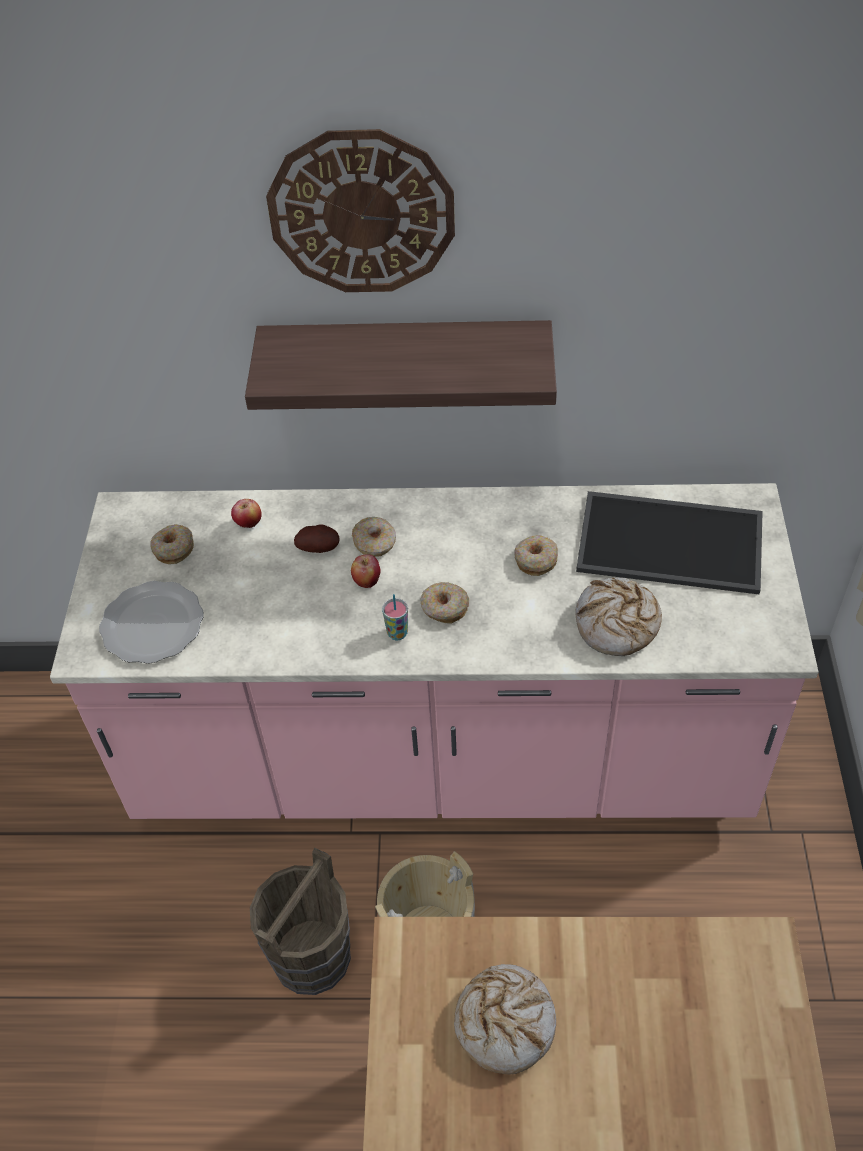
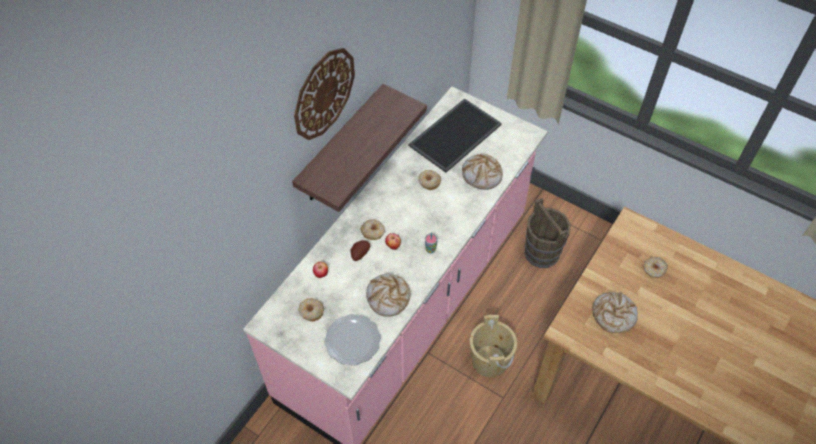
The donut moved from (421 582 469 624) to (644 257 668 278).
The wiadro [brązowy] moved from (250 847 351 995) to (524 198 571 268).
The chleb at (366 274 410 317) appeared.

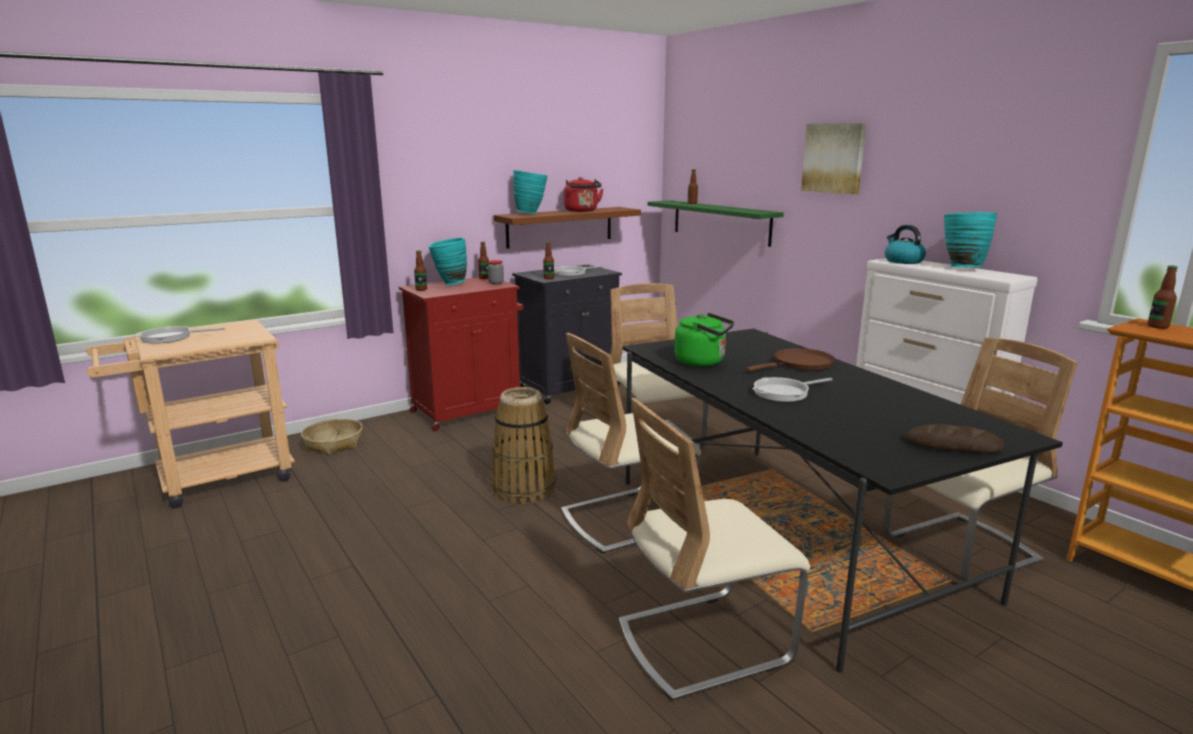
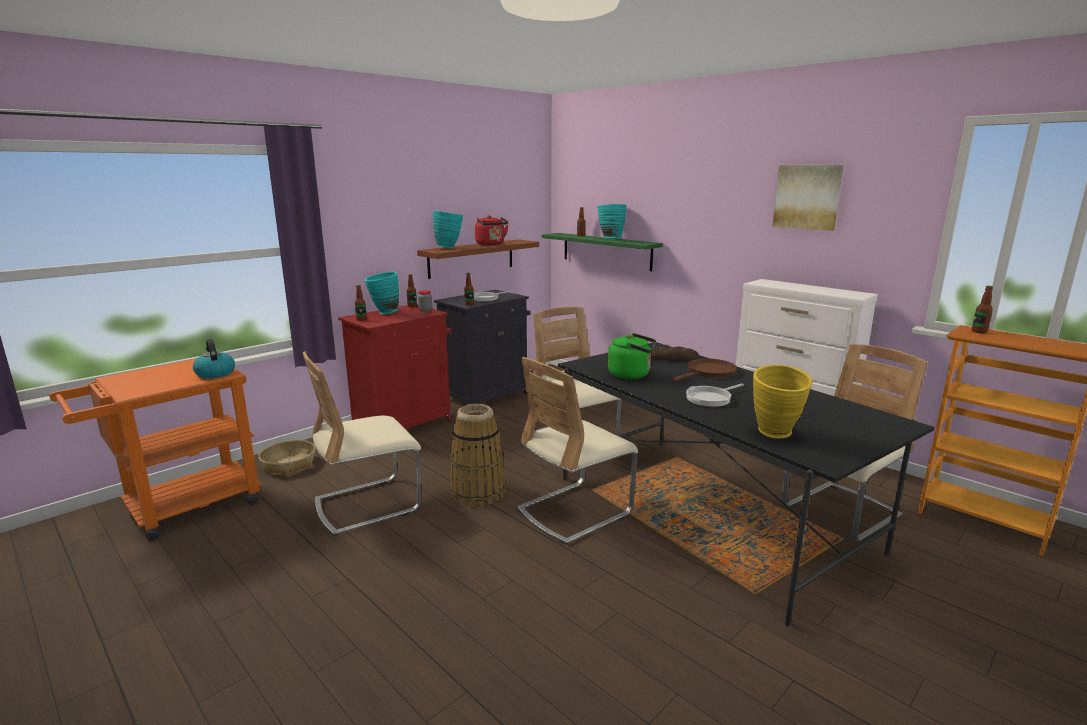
The obraz moved from (801 123 866 195) to (772 165 844 231).
The wazon [turkusowy] moved from (944 212 997 267) to (598 204 627 239).
The czajnik moved from (885 225 926 264) to (193 339 235 379).
The wózek [beżowy] at (86 320 295 508) became the wózek [pomarańczowy] at (49 359 262 541).
The patelnia at (135 326 225 344) disappeared.
The krzesło [beżowy] moved from (619 398 810 701) to (303 351 421 536).
The chleb moved from (906 424 1004 453) to (651 346 699 360).
The wazon [żółty] at (753 365 812 438) appeared.

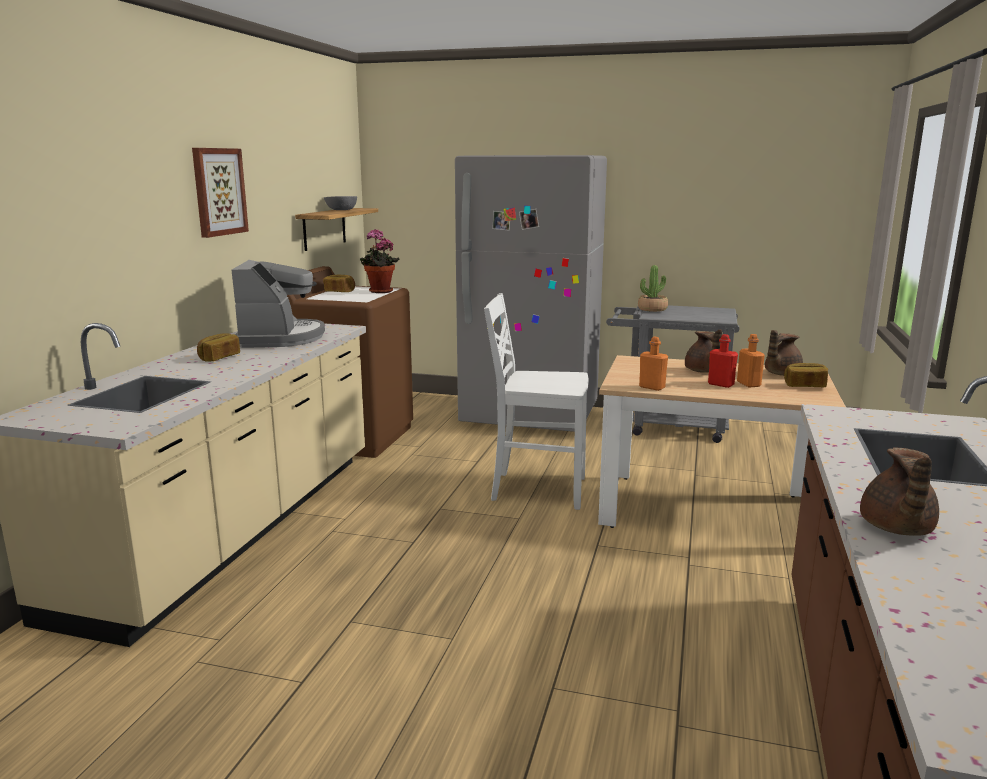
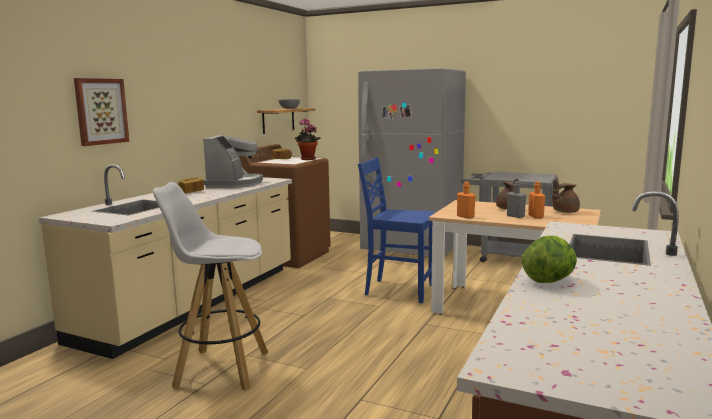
The obraz moved from (192 148 249 238) to (74 78 129 146).
The roślina doniczkowa at (638 265 668 312) disappeared.
The krzesło [biały] at (484 293 589 510) became the krzesło [niebieski] at (358 157 435 303).
The butelka [czerwony] at (708 334 738 388) became the butelka [szary] at (507 181 526 218).
The chleb at (784 363 828 387) disappeared.
The imbryk [brązowy] at (860 448 939 536) was replaced by the sałata at (522 236 577 283).
The stołek [biały] at (153 182 268 390) appeared.

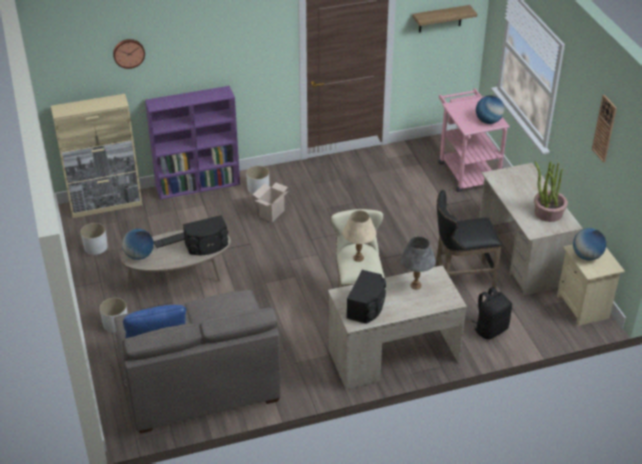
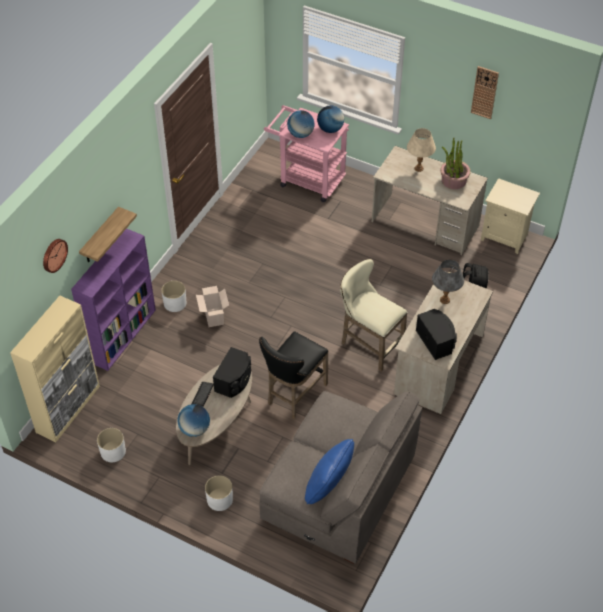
The półka moved from (412 5 477 33) to (79 207 137 263).
The stołek [czarny] moved from (435 190 502 288) to (259 331 329 419).
The lampa stołowa [beżowy] moved from (343 211 376 262) to (407 128 436 172).
The globus moved from (573 228 606 261) to (287 110 315 138).

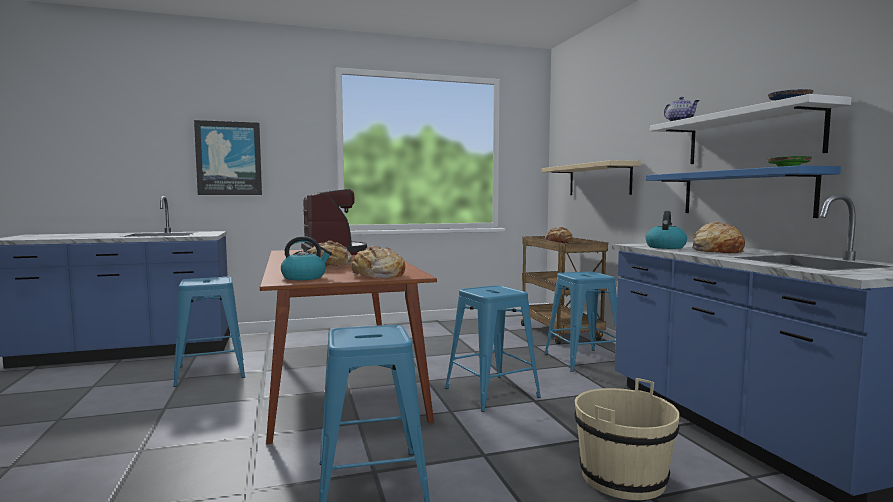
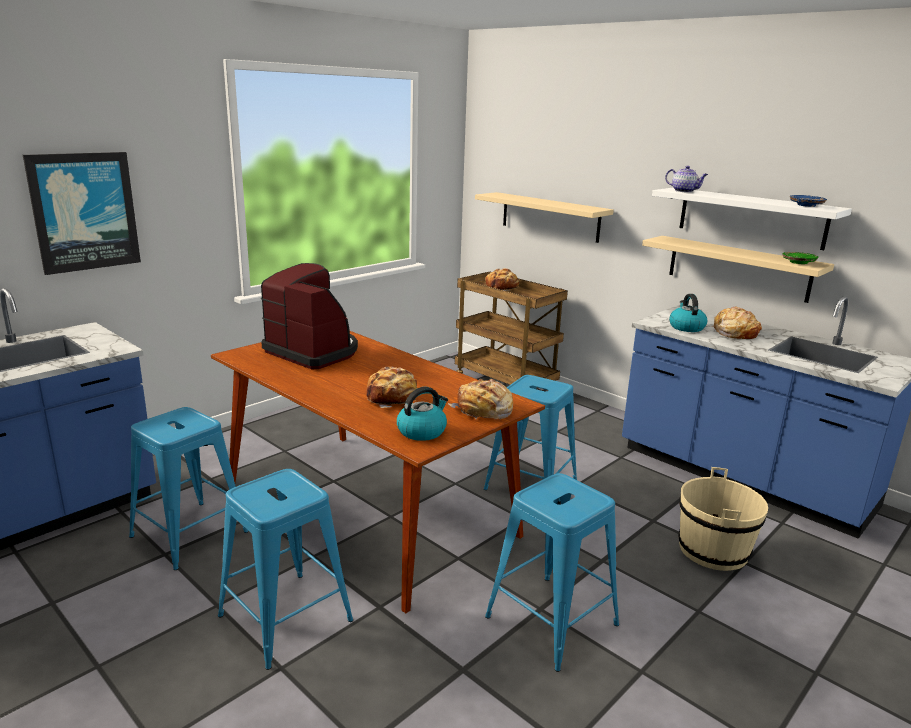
The półka [niebieski] at (645 165 841 218) became the półka [beżowy] at (642 236 834 303).
The stołek [niebieski] moved from (545 272 617 372) to (218 469 353 670).

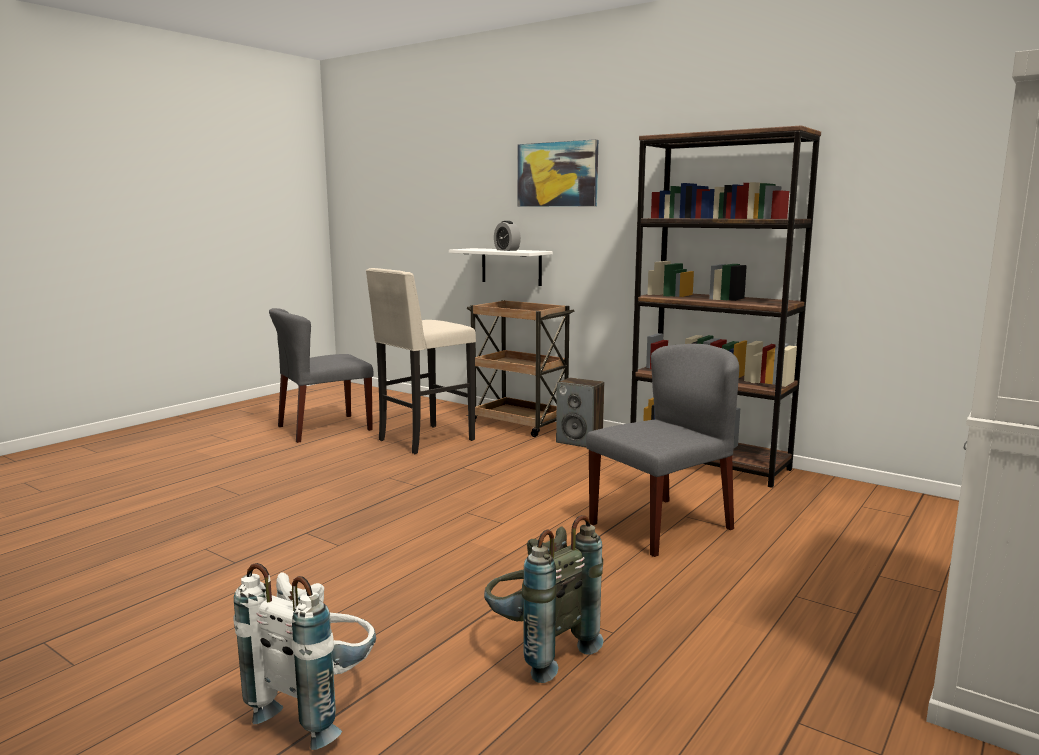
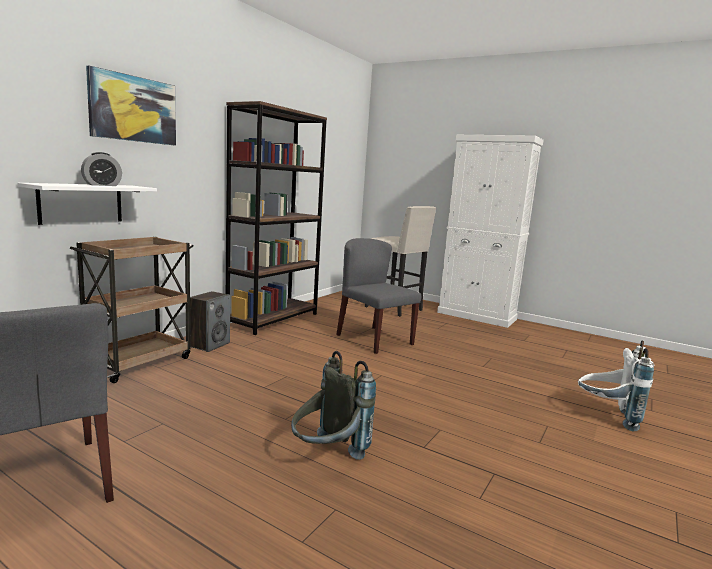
The stołek [beżowy] moved from (366 268 476 454) to (365 206 436 317).
The plecak [szary] moved from (484 515 604 683) to (291 351 376 460).

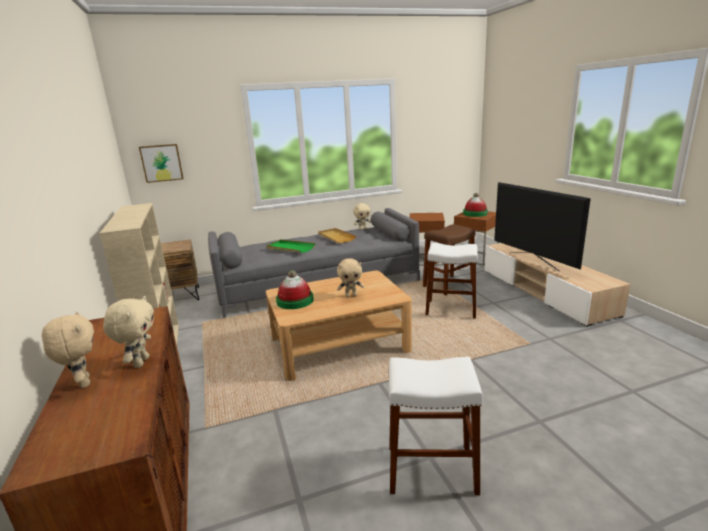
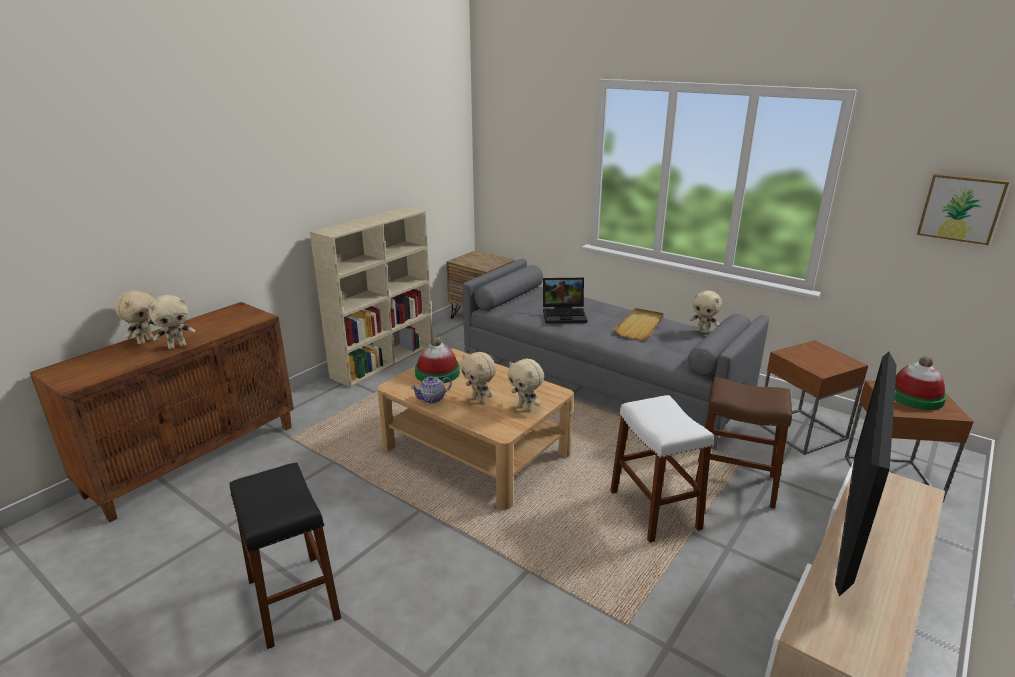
The obraz moved from (139 144 184 183) to (917 173 1009 245).
The taca [zielony] at (267 239 316 253) was replaced by the laptop at (543 278 587 323).
The stołek [biały] at (389 357 483 495) became the stołek [czarny] at (230 462 341 649).
The pluszak [beżowy] at (507 359 544 411) appeared.
The imbryk at (411 376 452 404) appeared.

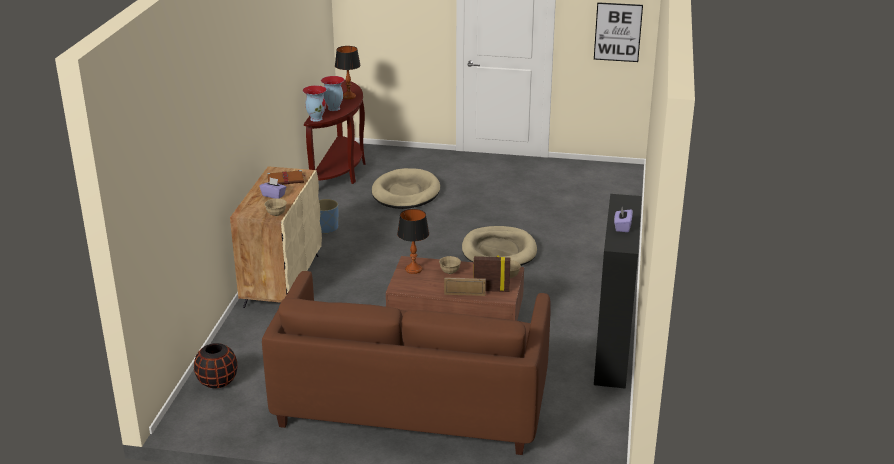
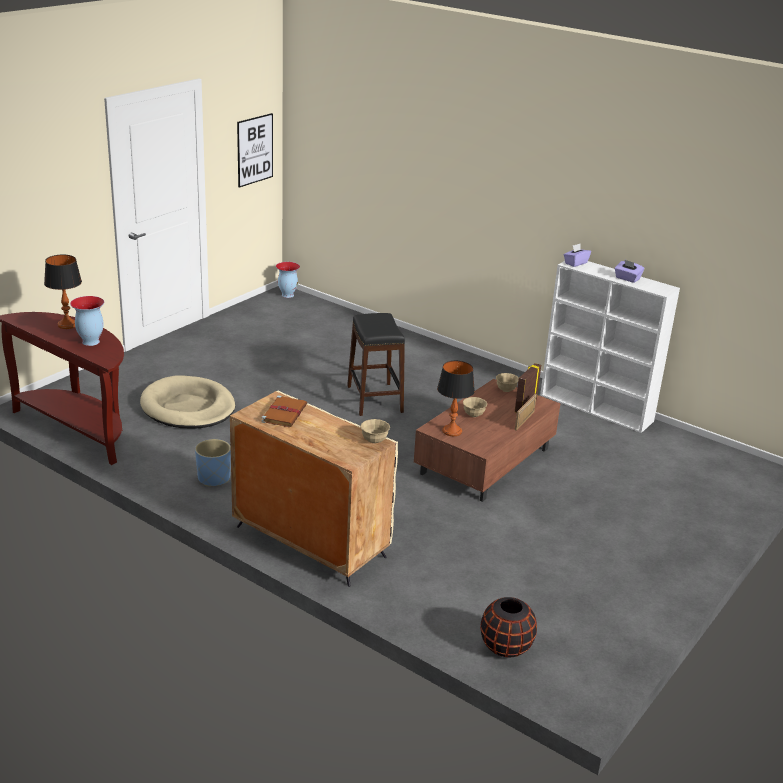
The wazon moved from (303 85 327 122) to (276 262 300 298).
The pudełko chusteczek [fioletowy] moved from (259 178 286 199) to (564 244 591 267).
The regał [czarny] at (594 194 642 389) became the regał [biały] at (540 261 680 433).
The legowisko [beżowy] at (462 226 537 266) was replaced by the stołek [czarny] at (347 313 405 416).
The kanapa [brązowy] at (262 271 550 455) disappeared.

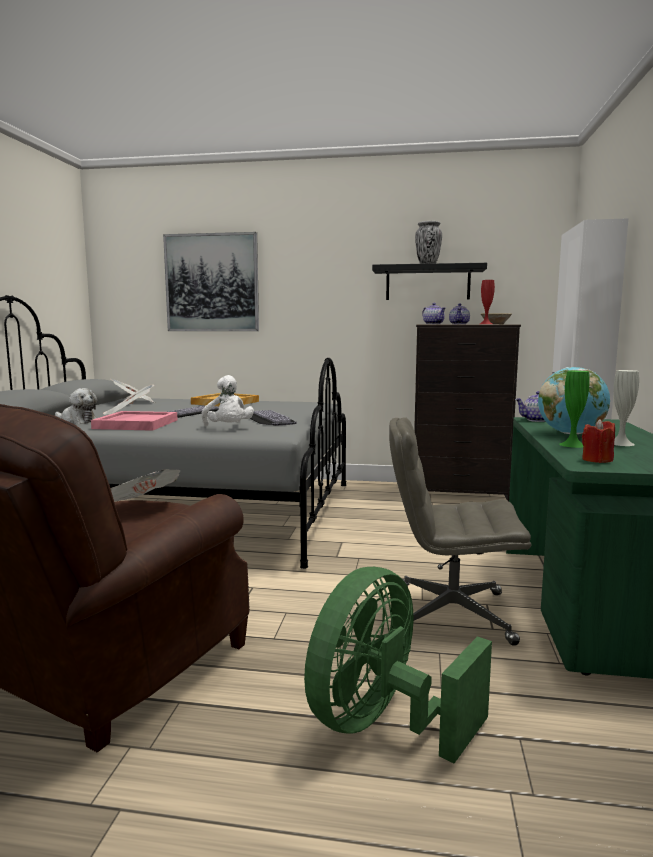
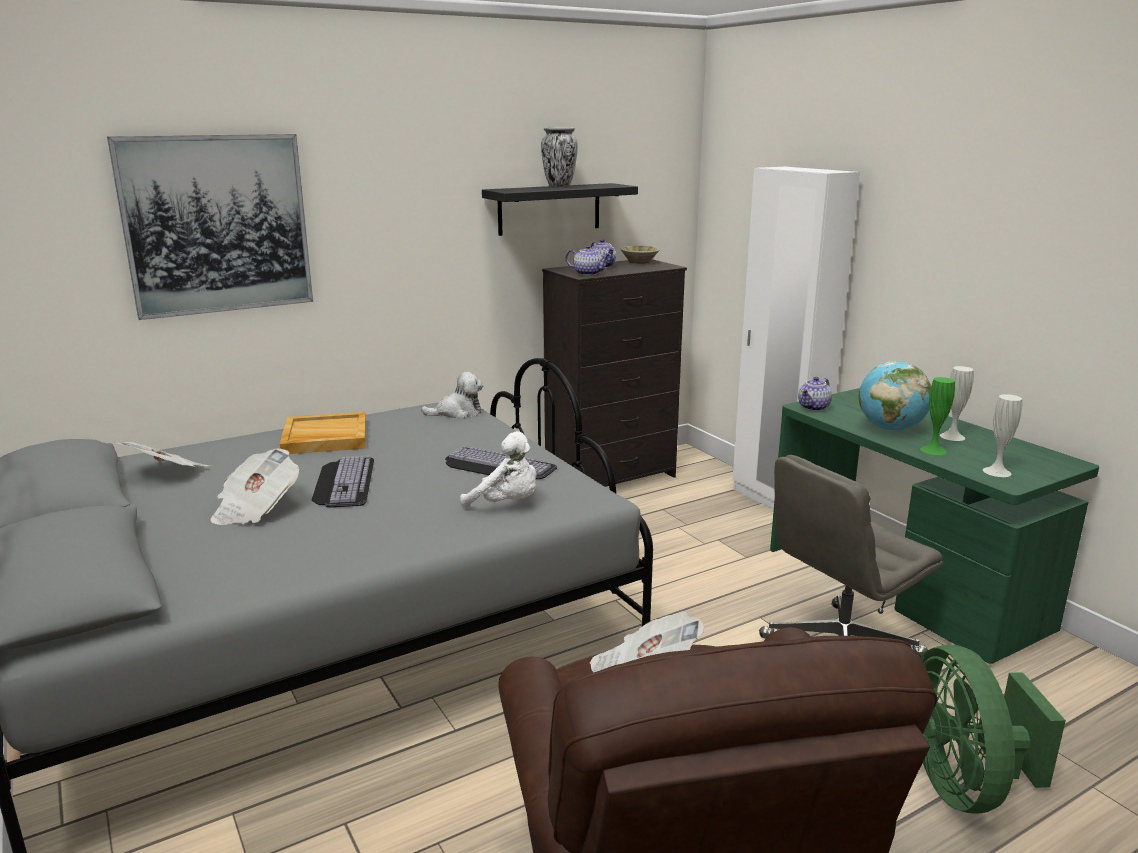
The wazon [czerwony] at (480 280 495 324) disappeared.
The pluszak moved from (55 388 97 424) to (421 372 484 419).
The taca [różowy] at (91 411 177 431) disappeared.
The świeca [czerwony] at (582 419 615 463) was replaced by the wazon [biały] at (983 394 1022 477).

